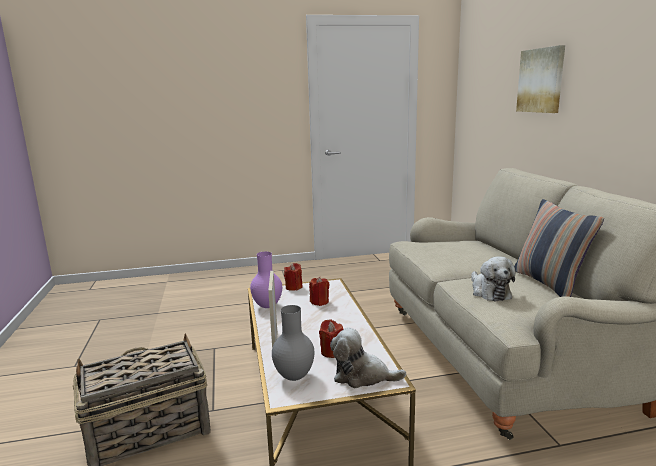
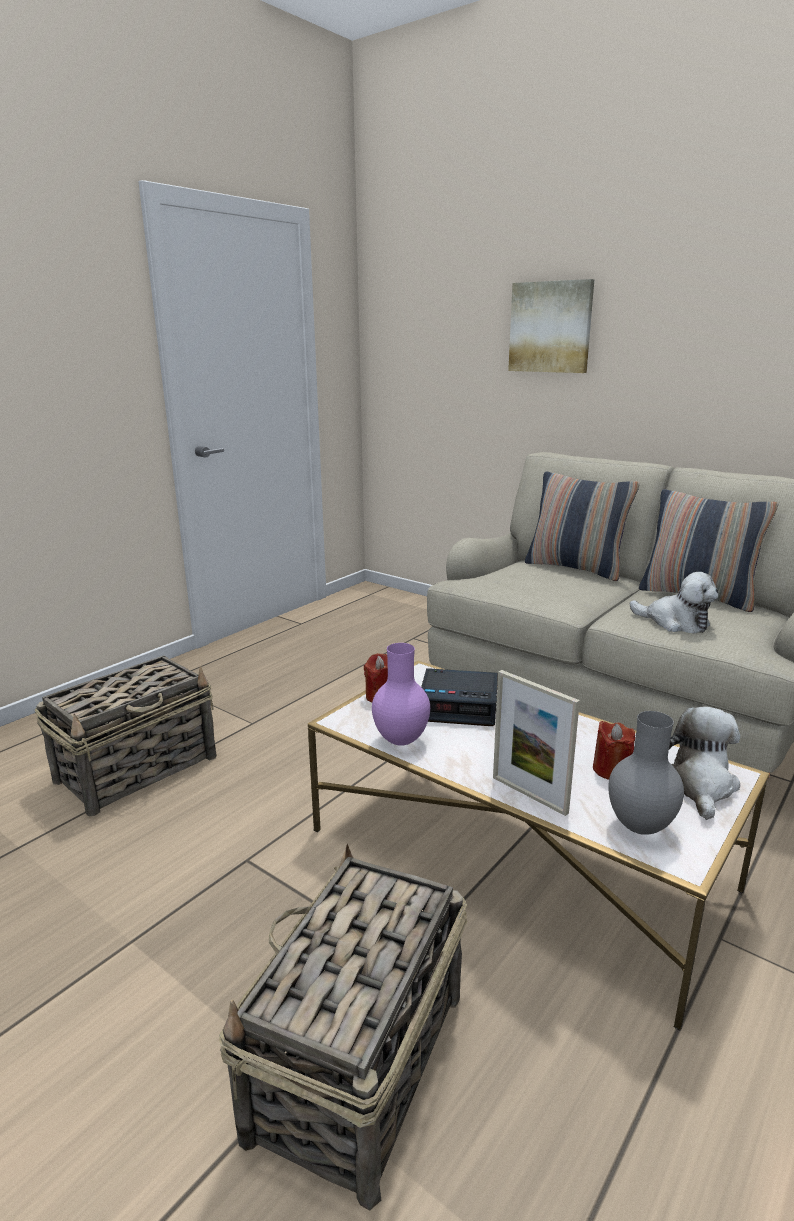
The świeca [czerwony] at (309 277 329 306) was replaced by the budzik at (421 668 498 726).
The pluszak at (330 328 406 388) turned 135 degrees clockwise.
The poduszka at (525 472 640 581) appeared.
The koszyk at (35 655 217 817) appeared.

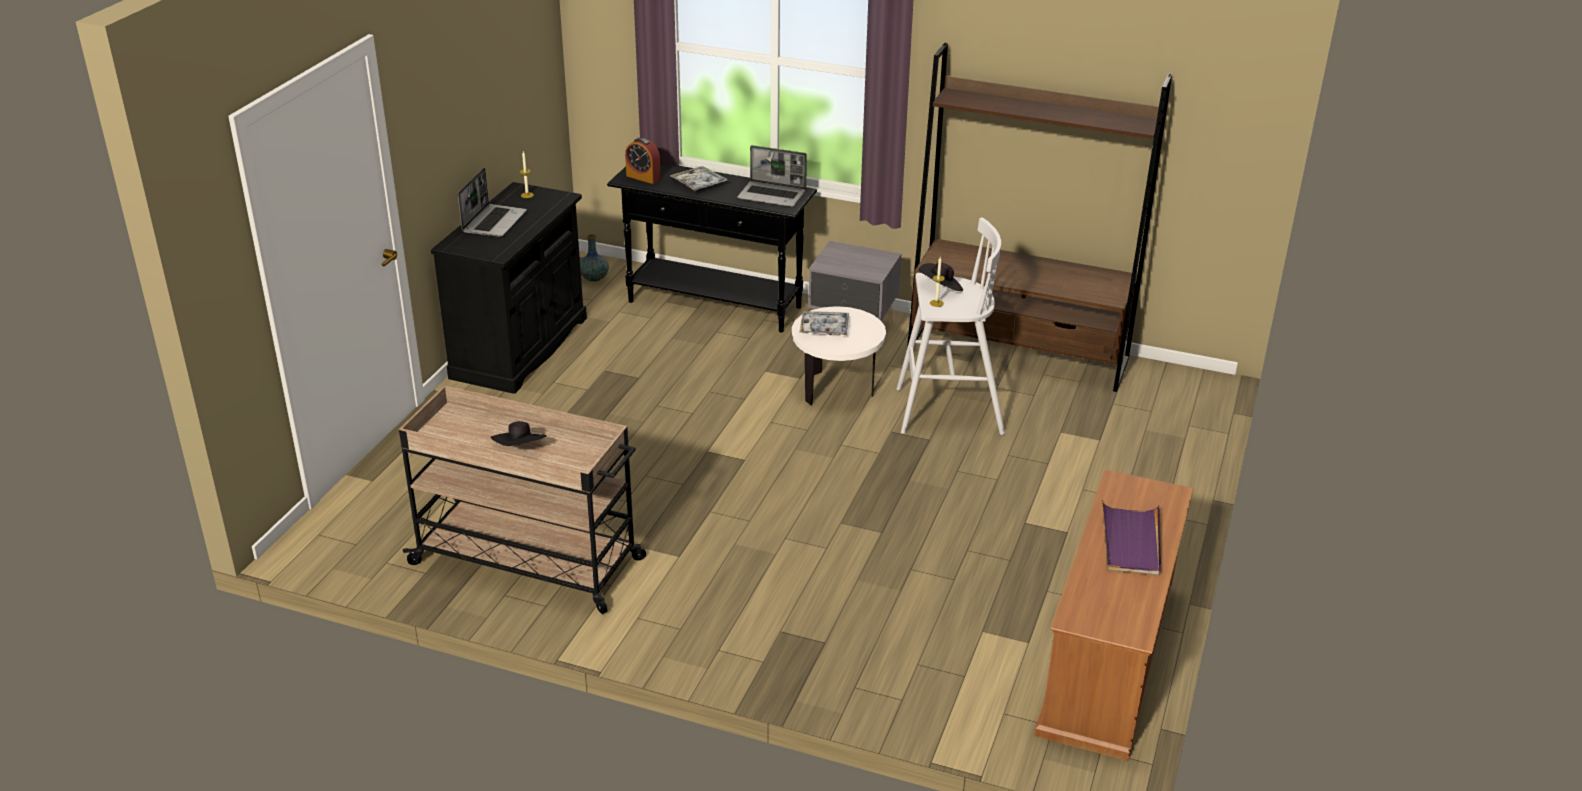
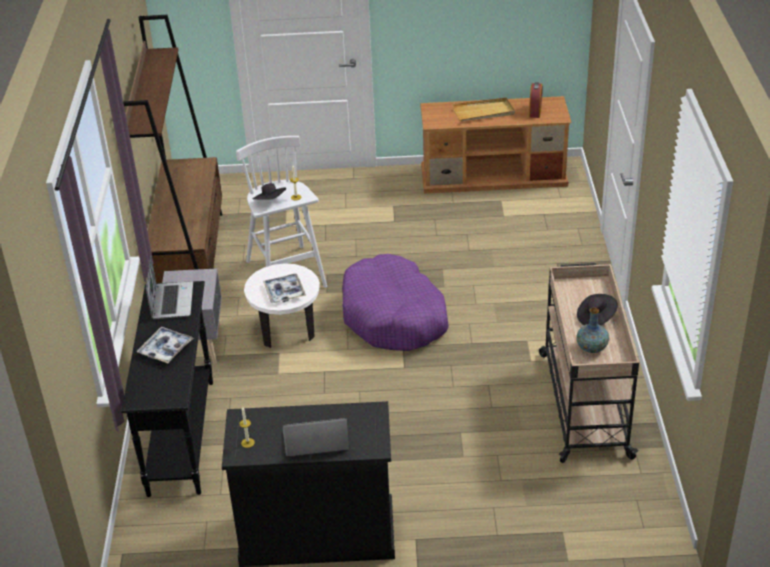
The budzik moved from (625 138 661 184) to (529 82 543 118).
The wazon moved from (580 234 609 282) to (576 307 609 353).
The taca [fioletowy] at (1102 500 1161 576) became the taca [beżowy] at (453 97 515 121).
The legowisko [fioletowy] at (342 254 449 351) appeared.

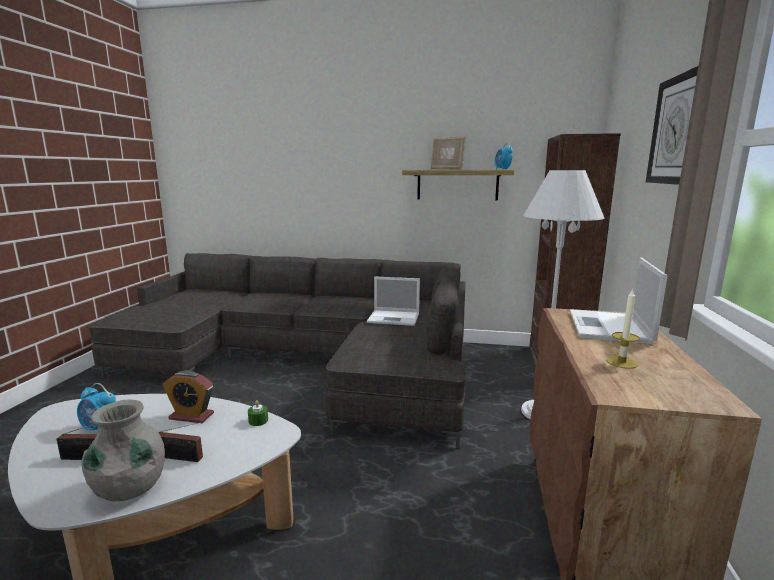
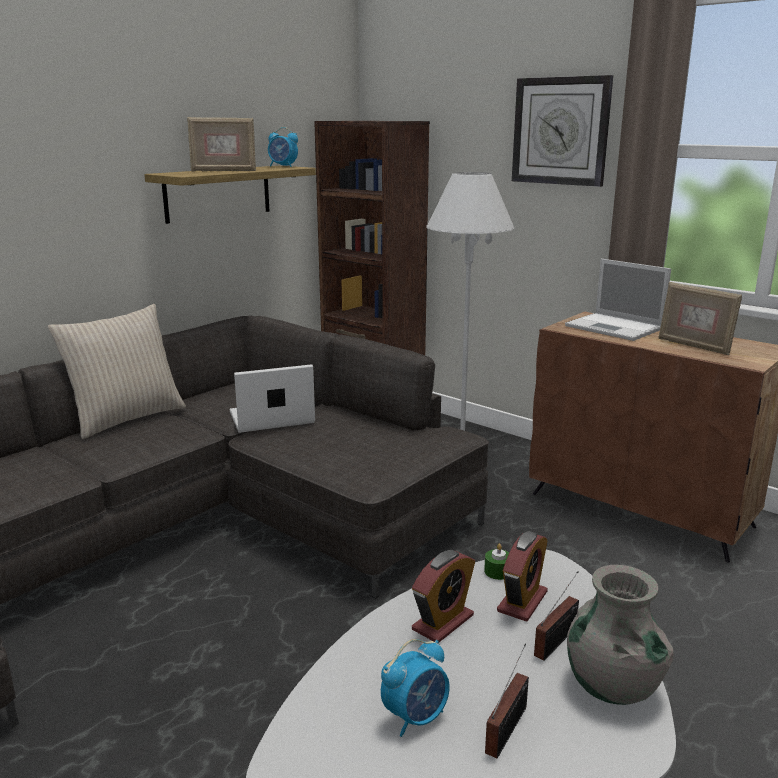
The laptop at (367 276 420 326) turned 150 degrees counterclockwise.
The świeca at (606 289 640 369) was replaced by the ramka na zdjęcie at (658 282 742 355).
The poduszka [beżowy] at (47 304 186 439) appeared.
The budzik at (497 531 548 622) appeared.

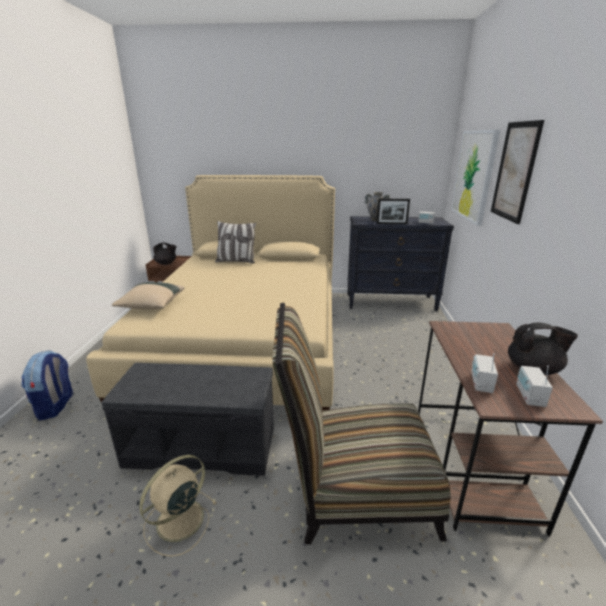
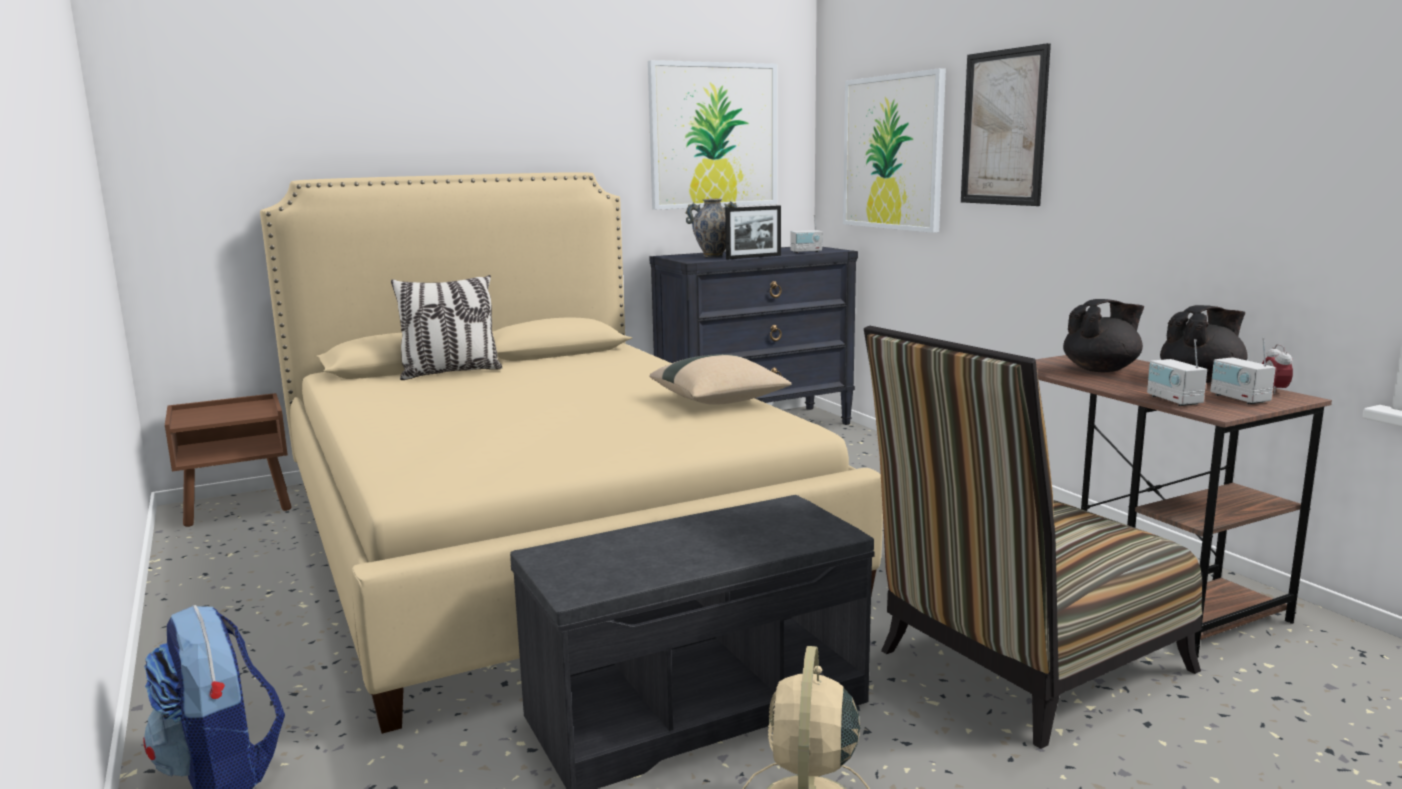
The imbryk [czarny] moved from (153 242 176 265) to (1063 299 1144 372).
The poduszka [beżowy] moved from (112 282 184 309) to (649 354 792 405).
The obraz at (648 60 777 210) appeared.
The budzik at (1262 344 1293 394) appeared.

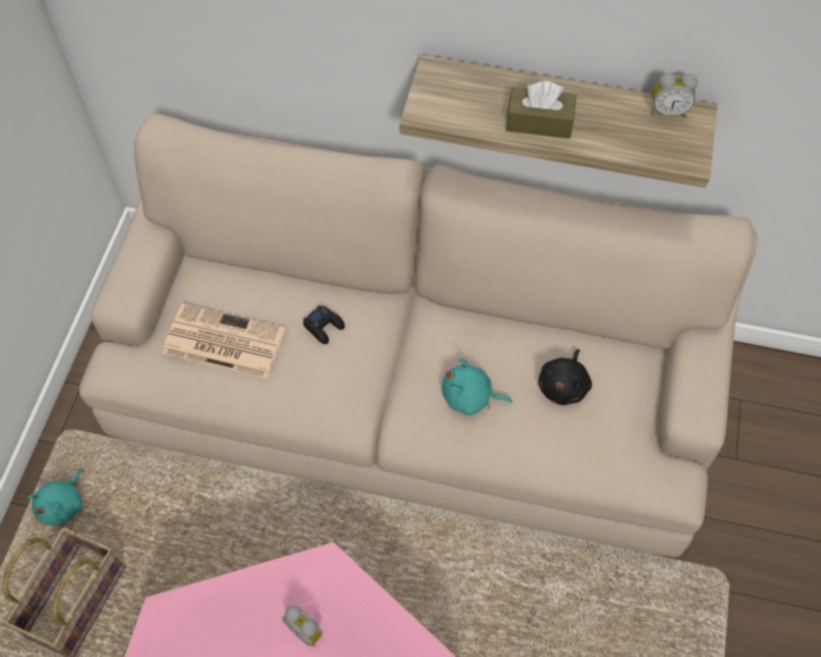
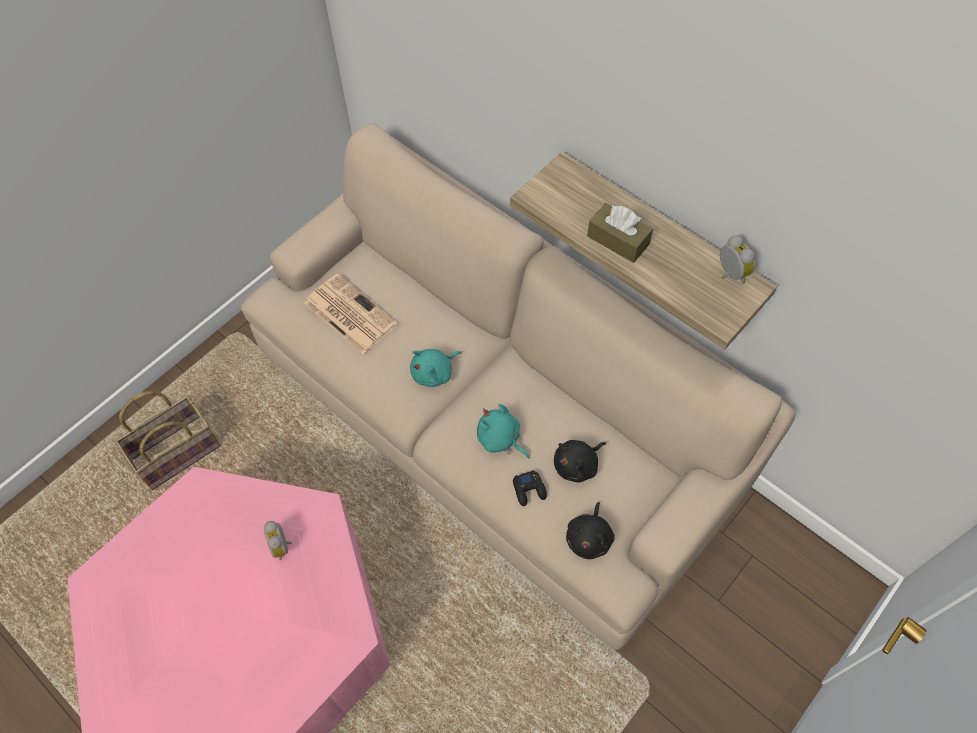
The budzik at (651 73 698 117) turned 150 degrees counterclockwise.
The pad do gier [czarny] moved from (303 306 345 344) to (513 470 547 506).
The pluszak [turkusowy] moved from (28 470 83 526) to (410 349 462 387).
The pluszak [czarny] at (566 502 615 559) appeared.

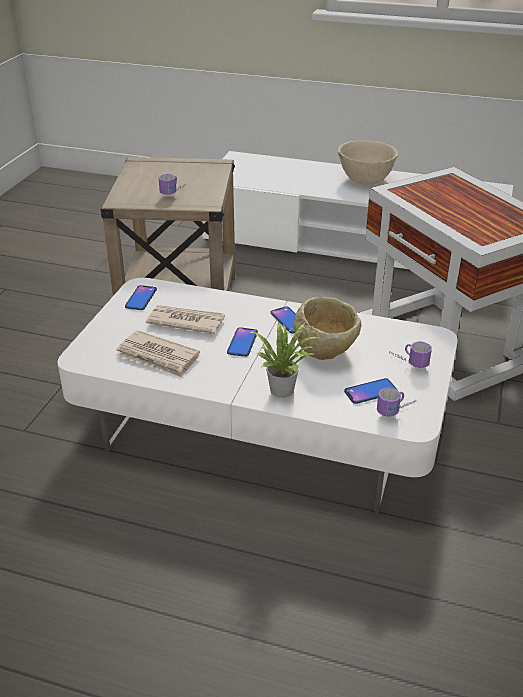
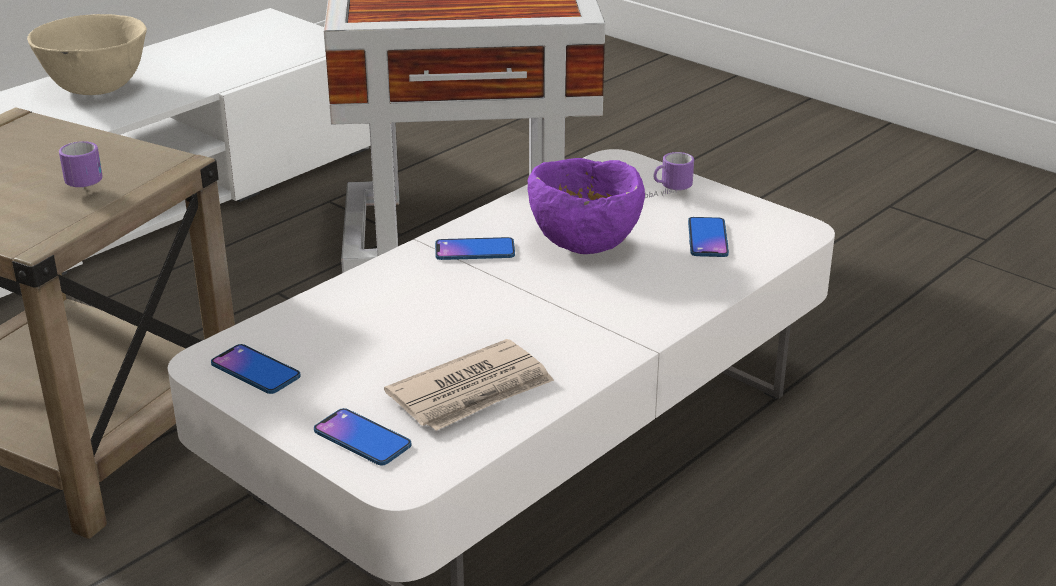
The miska [beżowy] at (294 297 362 360) became the miska [fioletowy] at (527 158 645 254).
The gazeta at (146 305 225 334) disappeared.
The roślina doniczkowa at (254 321 319 398) disappeared.
The telefon moved from (227 327 258 357) to (314 408 411 466).
The kubek at (377 388 416 417) disappeared.

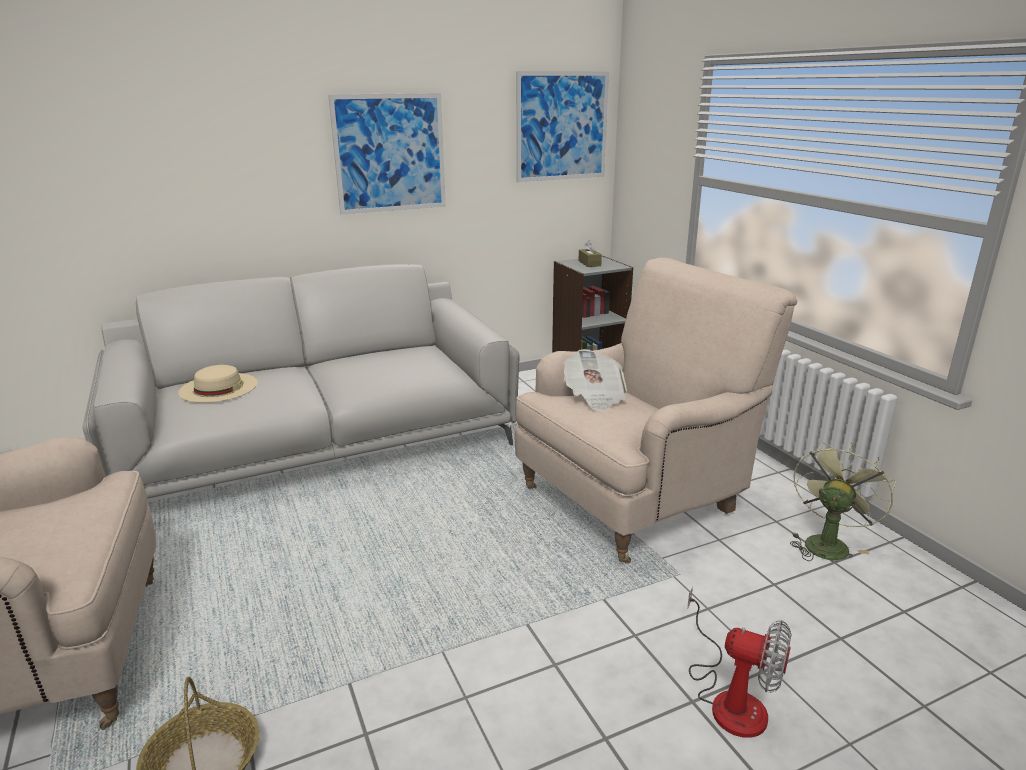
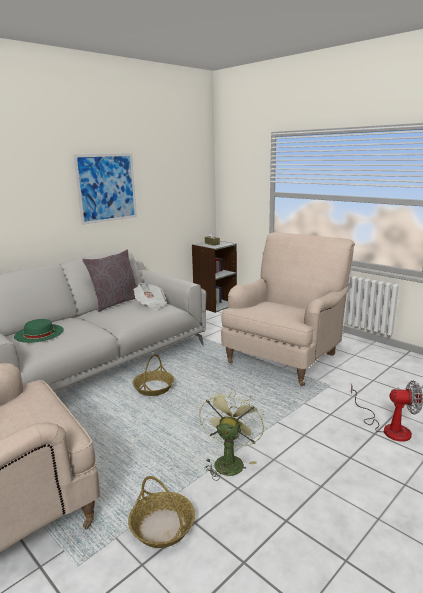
The obraz at (516 71 609 182) disappeared.
The gazeta moved from (564 349 628 411) to (134 283 167 310).
The kapelusz [beżowy] at (178 365 258 403) became the kapelusz [zielony] at (14 319 64 343).
The wentylator [zielony] moved from (790 442 896 561) to (199 389 264 481).
The poduszka [szary] at (82 249 137 312) appeared.
The koszyk at (132 354 174 396) appeared.

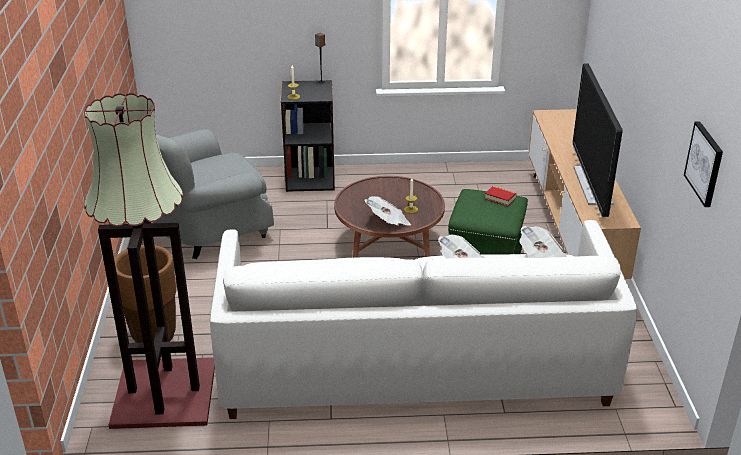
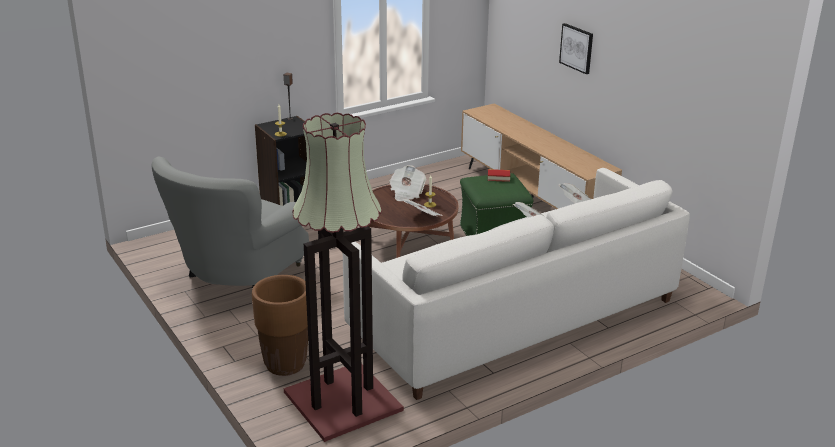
The telewizor at (572 64 623 218) disappeared.
The obraz moved from (684 122 723 207) to (559 23 593 74).
The gazeta at (389 165 427 201) appeared.

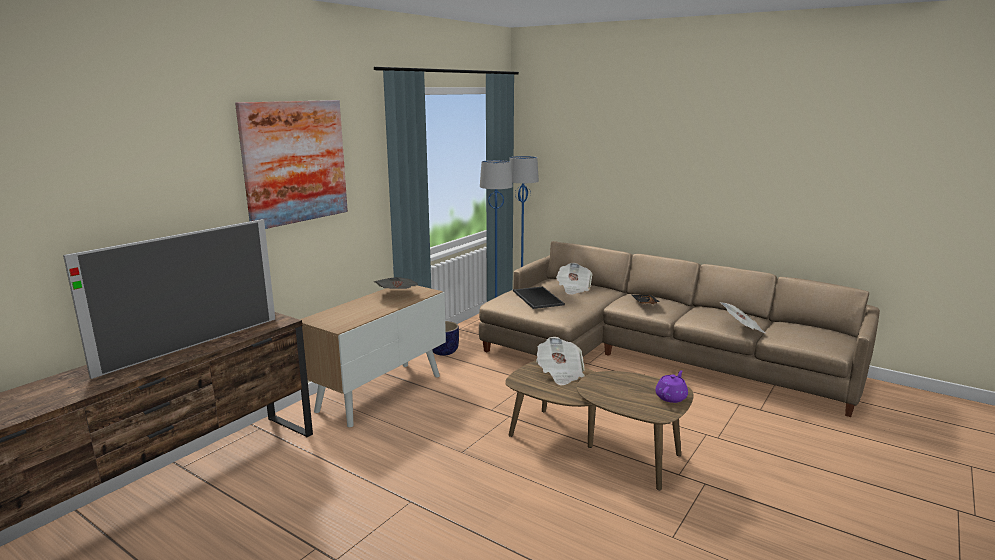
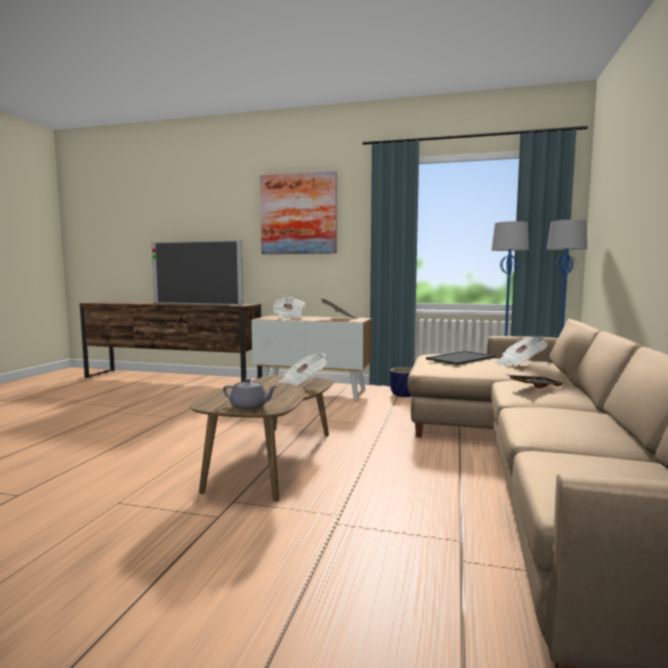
The gazeta moved from (720 302 765 333) to (272 297 306 320).
The imbryk [fioletowy] at (655 370 688 403) became the imbryk [szary] at (223 378 278 410).

